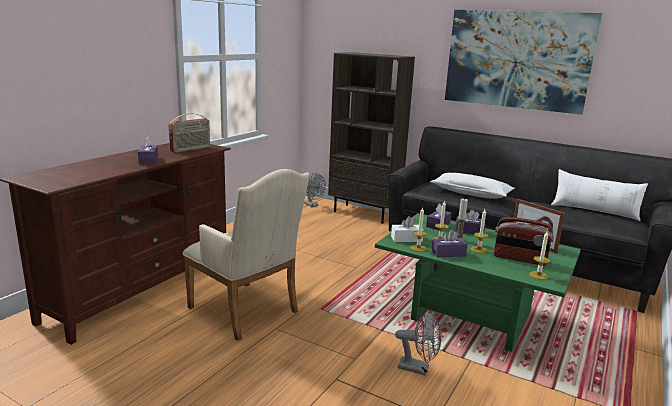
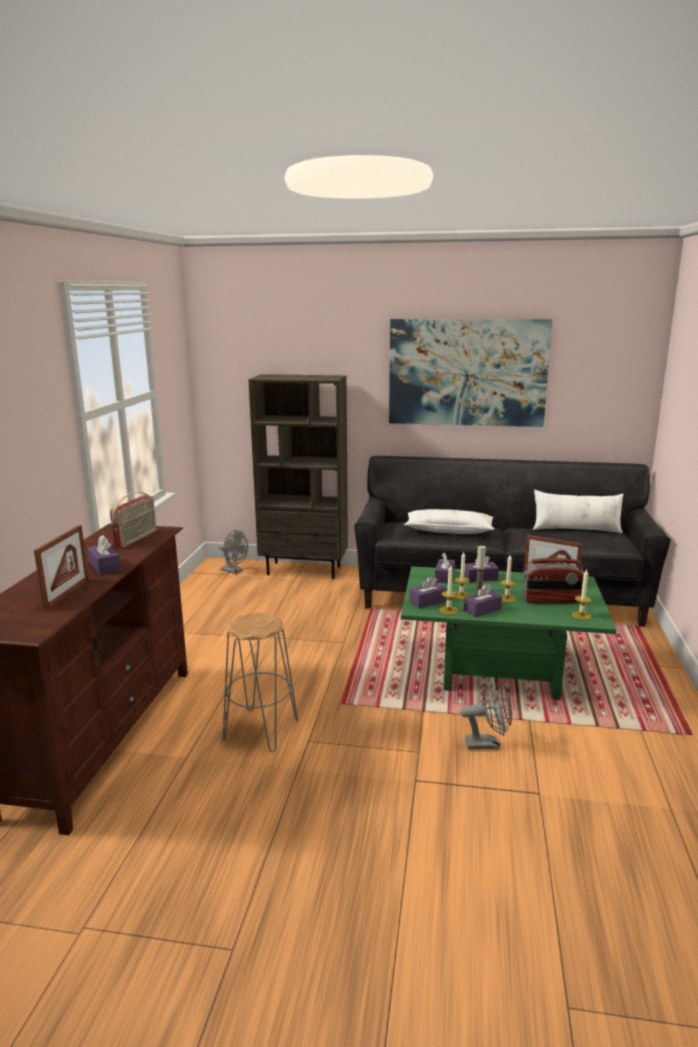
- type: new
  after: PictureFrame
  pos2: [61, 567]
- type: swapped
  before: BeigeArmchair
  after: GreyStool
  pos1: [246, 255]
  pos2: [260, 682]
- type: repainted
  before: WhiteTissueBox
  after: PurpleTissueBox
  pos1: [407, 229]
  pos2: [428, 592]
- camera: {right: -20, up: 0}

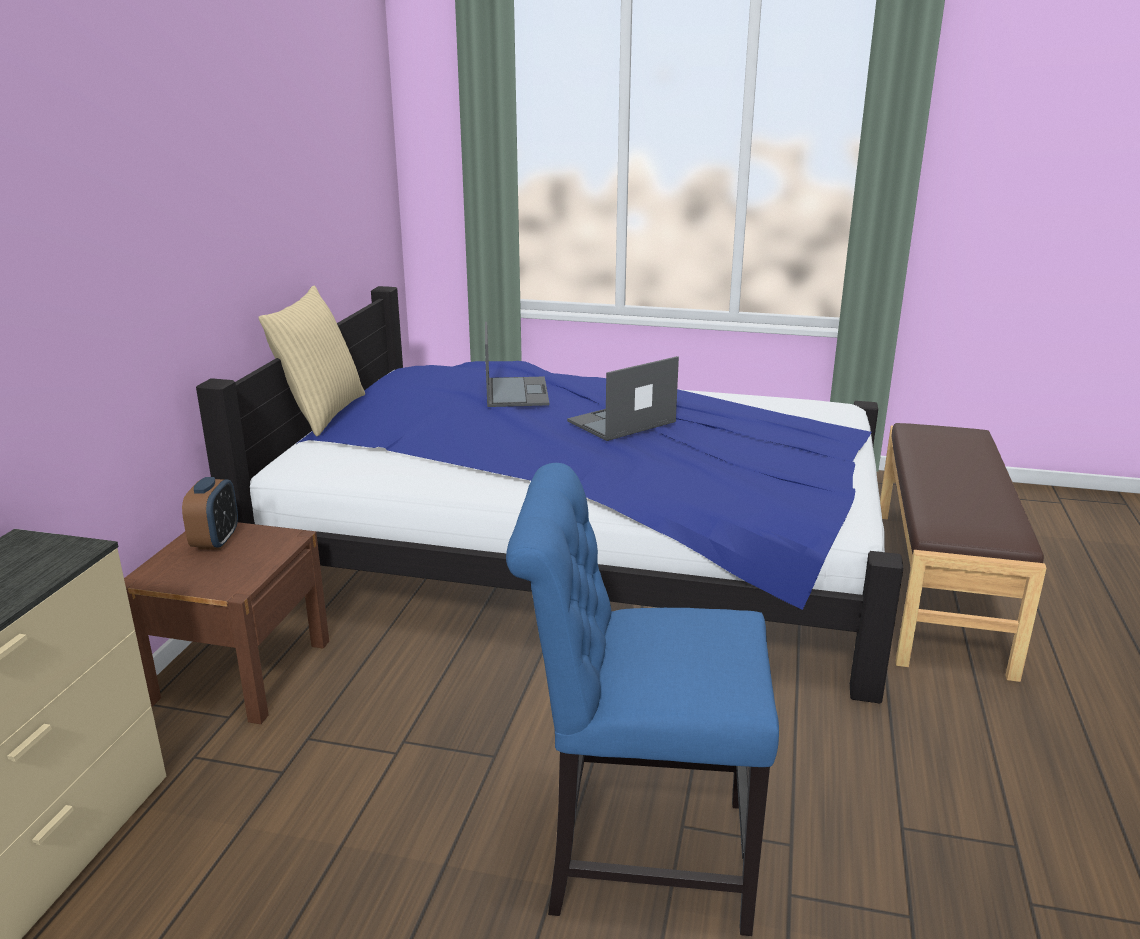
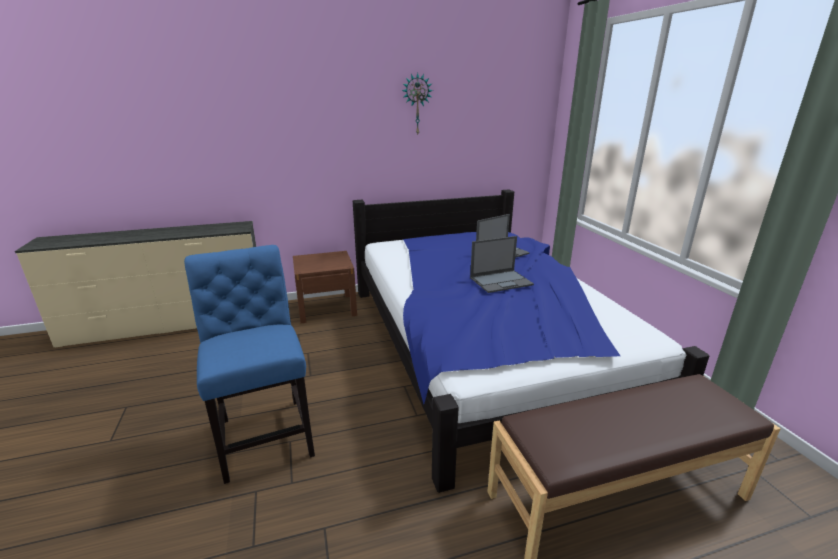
- type: gone
  before: AlarmClock
  pos1: [210, 513]
- type: gone
  before: BeigePillow
  pos1: [311, 361]
- type: new
  after: WallClock
  pos2: [417, 104]
- type: rotated
  before: Laptop
  pos1: [623, 398]
  pos2: [502, 264]
  turn: 135
- camera: {right: 60, up: 0}

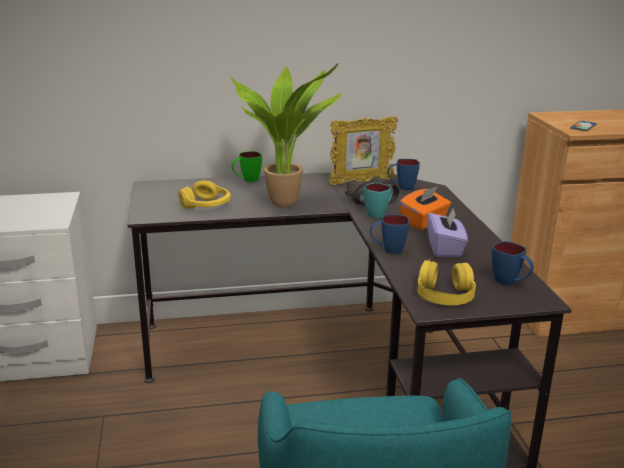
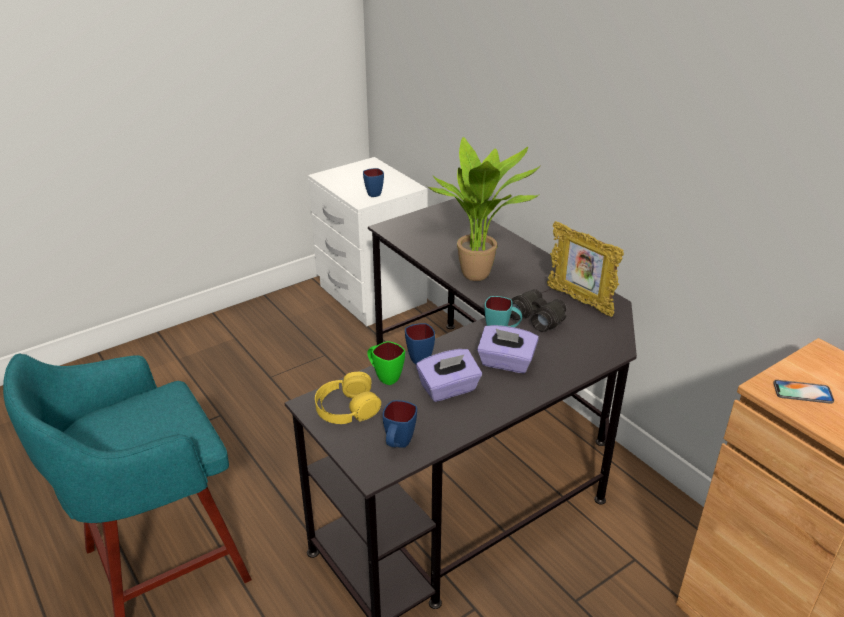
- type: gone
  before: YellowHeadphones
  pos1: [204, 194]
- type: shifted
  before: GreenMug
  pos1: [247, 166]
  pos2: [386, 363]
- type: shifted
  before: BlueMug
  pos1: [403, 174]
  pos2: [373, 182]
- type: repainted
  before: OrangeTissueBox
  after: PurpleTissueBox
  pos1: [425, 208]
  pos2: [508, 349]
- camera: {right: 65, up: 10}

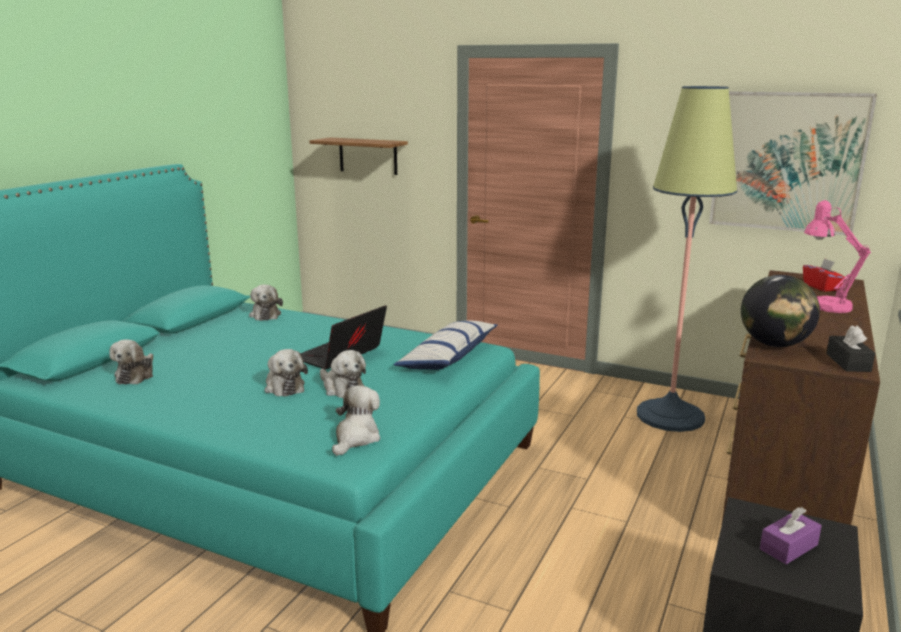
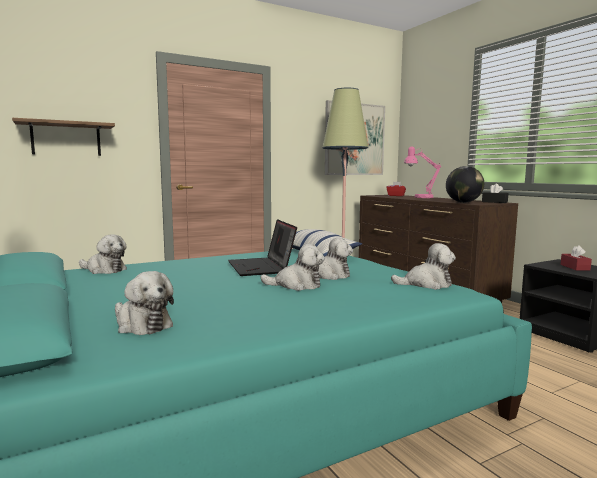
- type: repainted
  before: PurpleTissueBox
  after: RedTissueBox
  pos1: [791, 535]
  pos2: [576, 258]
- type: rotated
  before: PlushToy
  pos1: [356, 421]
  pos2: [423, 266]
  turn: 120
- camera: {right: -55, up: -10}

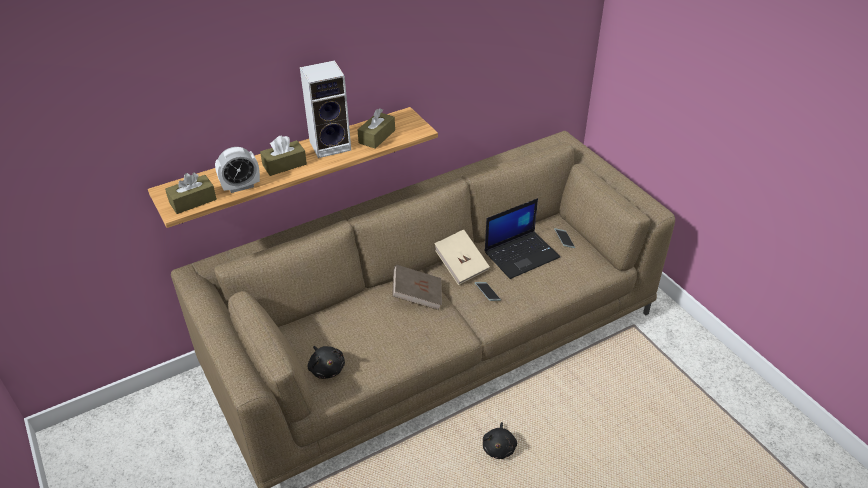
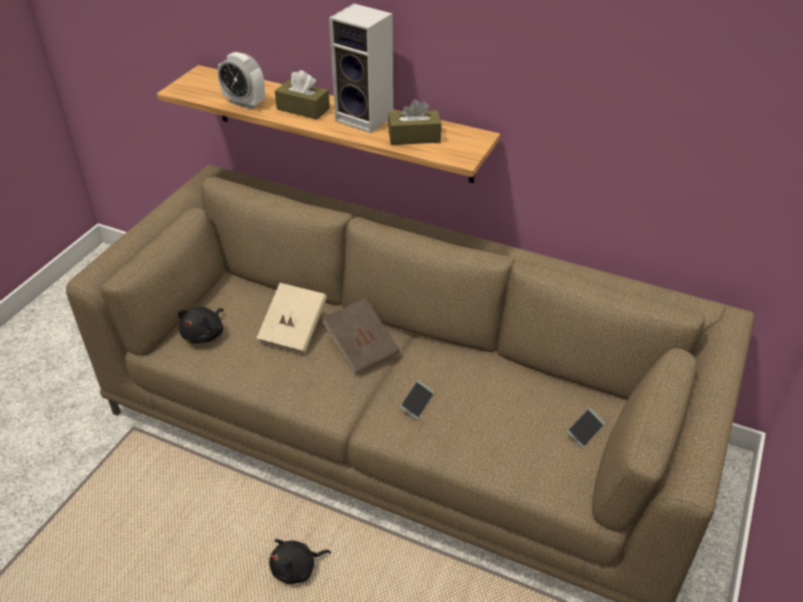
- type: gone
  before: BrownTissueBox
  pos1: [191, 193]
- type: gone
  before: Laptop
  pos1: [522, 238]
- type: shifted
  before: BeigeBook
  pos1: [462, 257]
  pos2: [291, 318]
- camera: {right: 55, up: 0}

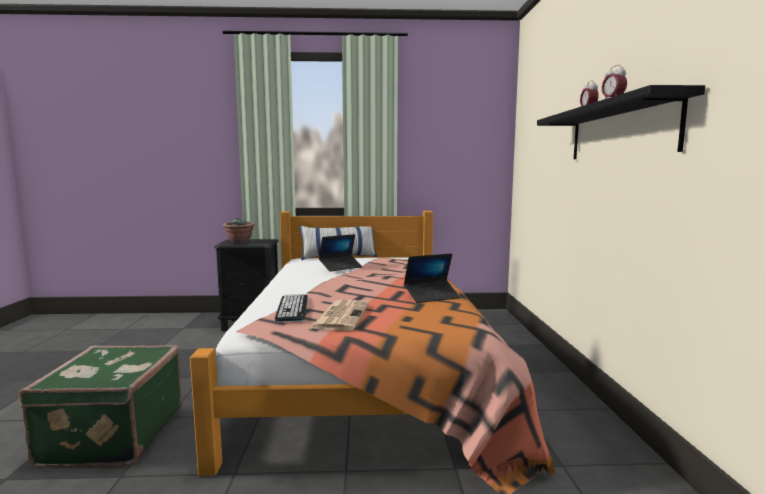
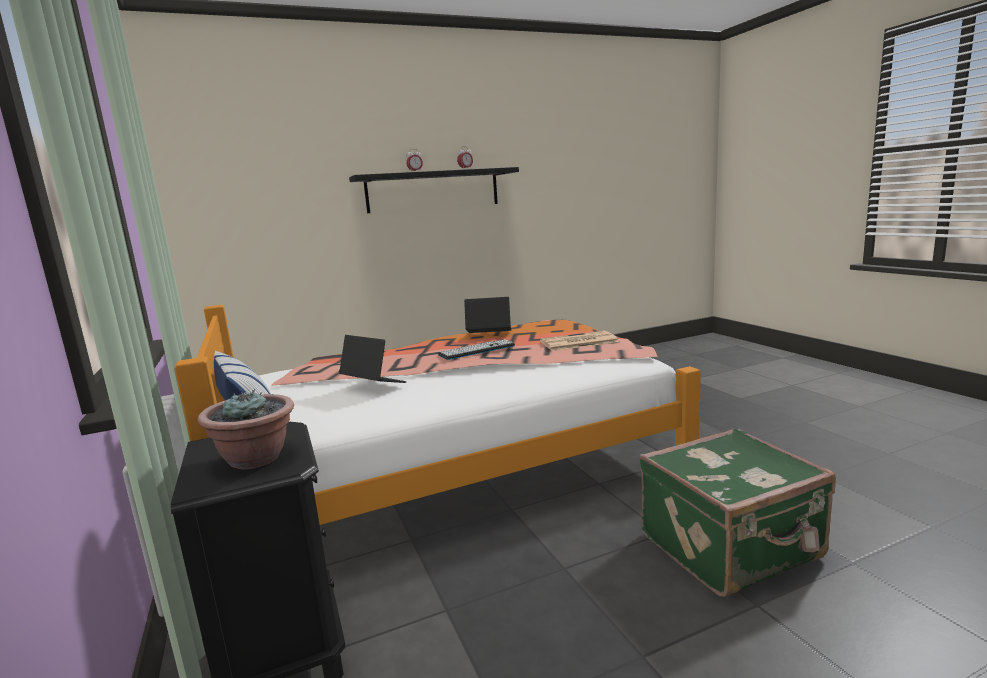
- type: shifted
  before: Keyboard
  pos1: [291, 308]
  pos2: [476, 349]
- type: rotated
  before: Laptop
  pos1: [432, 278]
  pos2: [488, 315]
  turn: -45
- camera: {right: -110, up: 5}

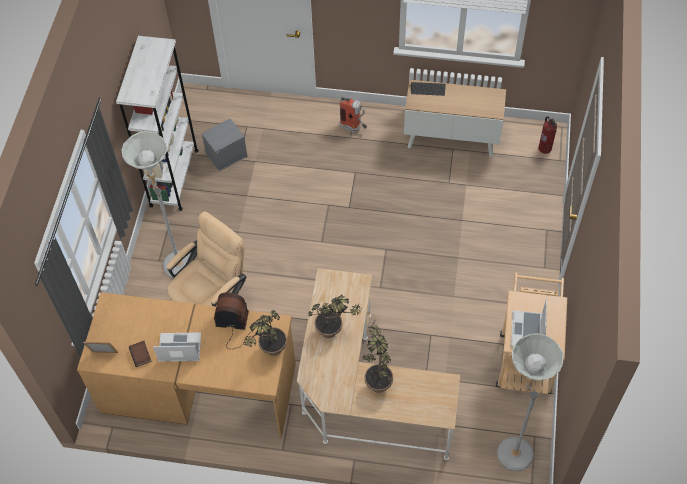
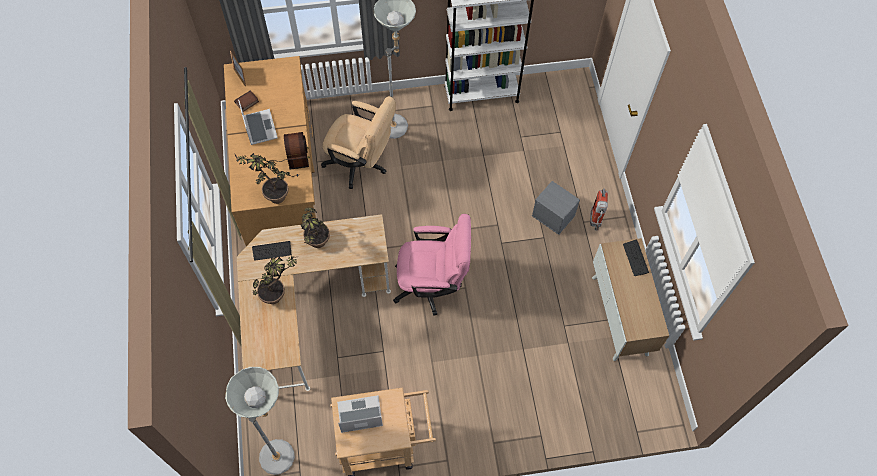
- type: gone
  before: FireExtinguisher
  pos1: [547, 135]
- type: new
  after: Keyboard
  pos2: [271, 251]
- type: new
  after: PinkOfficeChair
  pos2: [432, 265]
- type: shifted
  before: GreyStorageBox
  pos1: [224, 144]
  pos2: [556, 208]
- camera: {right: 70, up: 5}

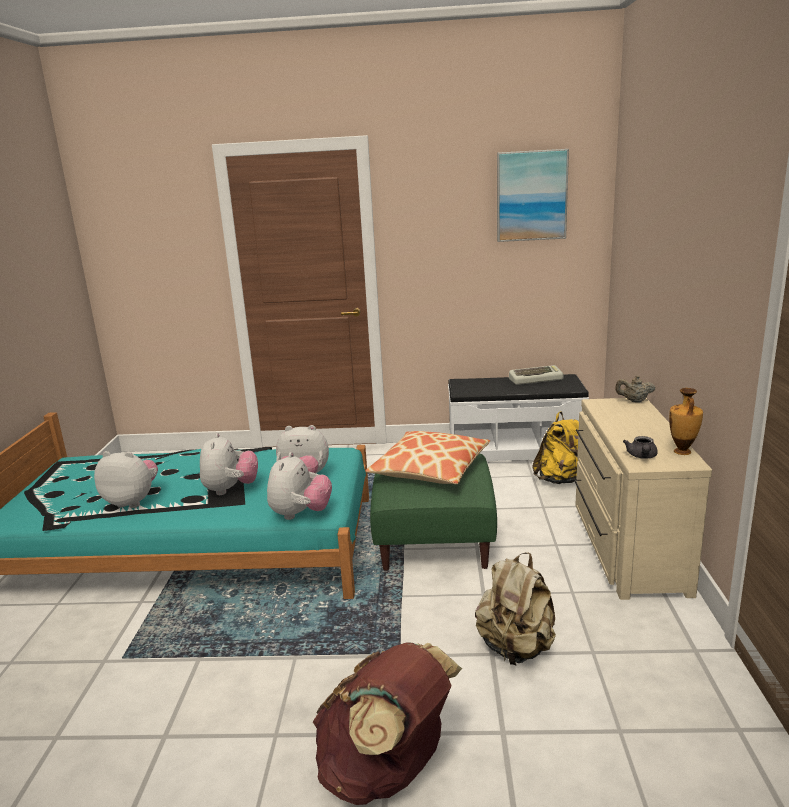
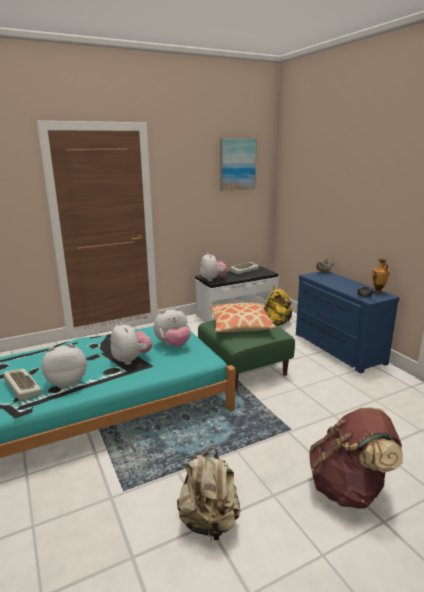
- type: new
  after: Keyboard
  pos2: [22, 384]
- type: shifted
  before: PlushToy
  pos1: [299, 486]
  pos2: [213, 266]
- type: shifted
  before: BeigeBackpack
  pos1: [515, 609]
  pos2: [209, 494]
- type: repainted
  before: BeigeDresser
  after: BlueDresser
  pos1: [643, 499]
  pos2: [348, 322]
- camera: {right: -30, up: 0}

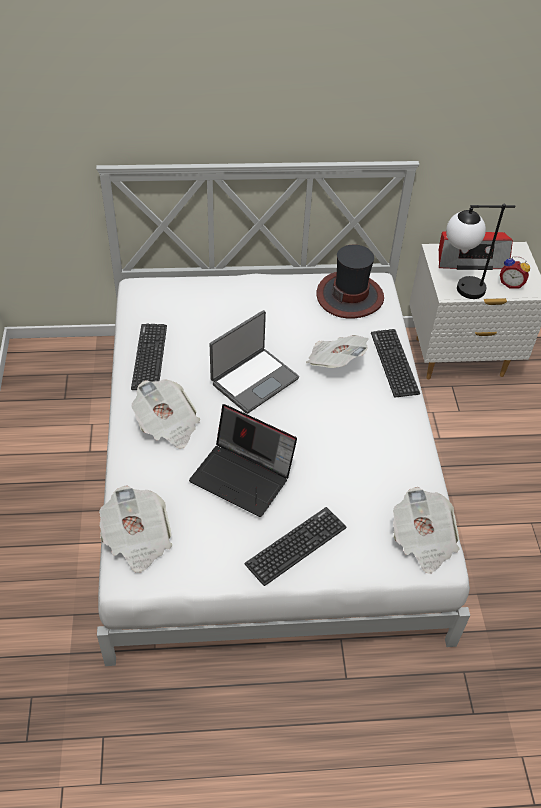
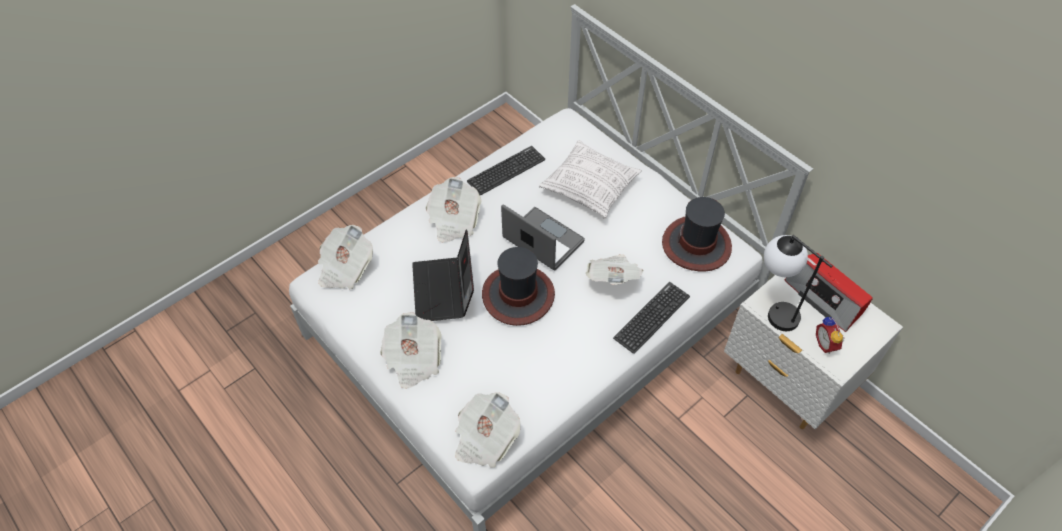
- type: new
  after: Hat
  pos2: [518, 286]
- type: new
  after: Pillow
  pos2: [590, 179]
- type: swapped
  before: Keyboard
  after: Newspaper
  pos1: [296, 546]
  pos2: [411, 350]
- type: rotated
  before: Laptop
  pos1: [254, 362]
  pos2: [543, 237]
  turn: -150
- camera: {right: 55, up: 5}

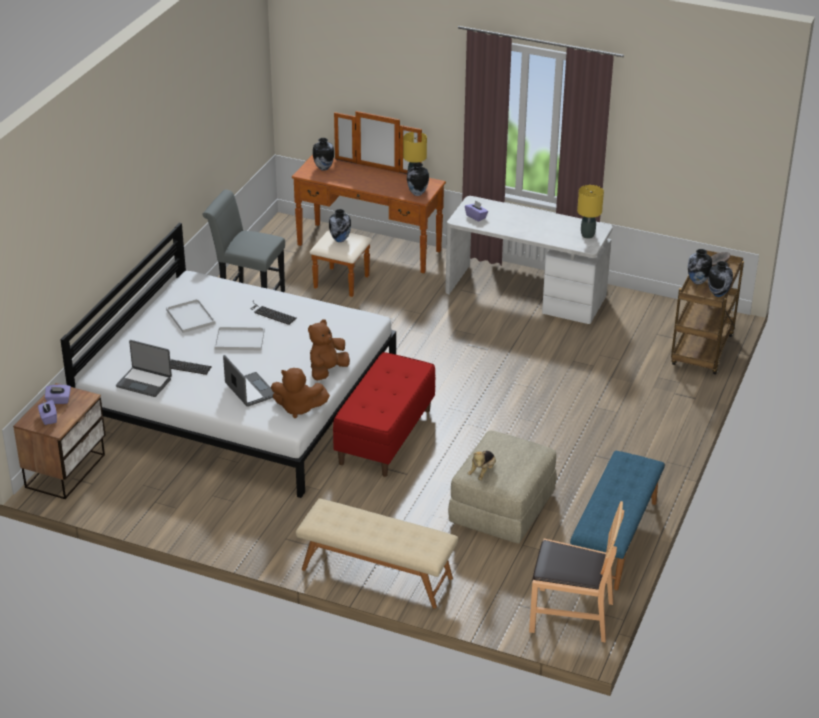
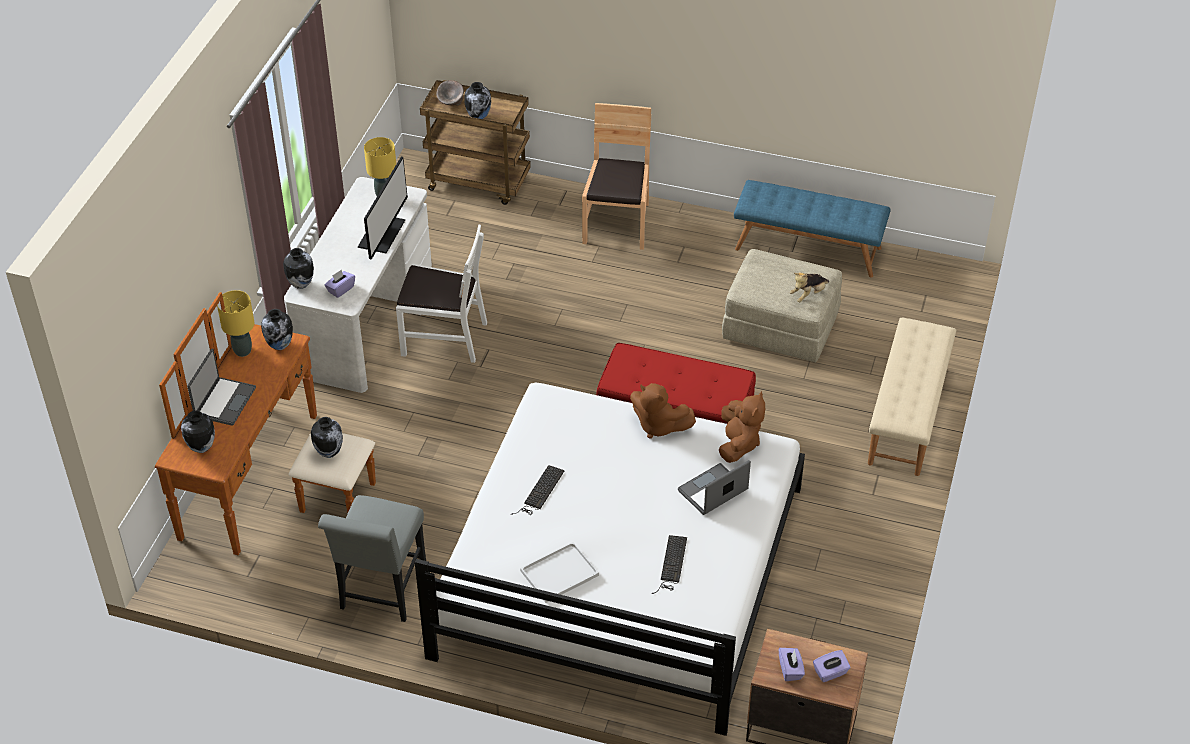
- type: gone
  before: WhiteTray
  pos1: [239, 338]
- type: new
  after: Monitor
  pos2: [383, 208]
- type: new
  after: WhiteChair
  pos2: [441, 293]
- type: shifted
  before: Laptop
  pos1: [144, 368]
  pos2: [221, 387]
- type: shifted
  before: BrownChair
  pos1: [576, 572]
  pos2: [616, 176]
- type: shifted
  before: Vase
  pos1: [720, 279]
  pos2: [298, 268]
- type: rotated
  before: PlushToy
  pos1: [482, 465]
  pos2: [809, 287]
  turn: 120
- camera: {right: -95, up: 10}

